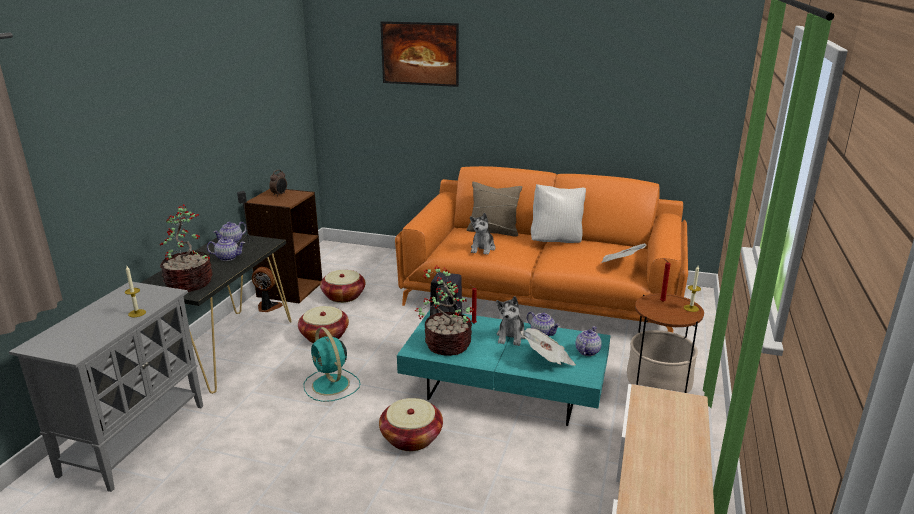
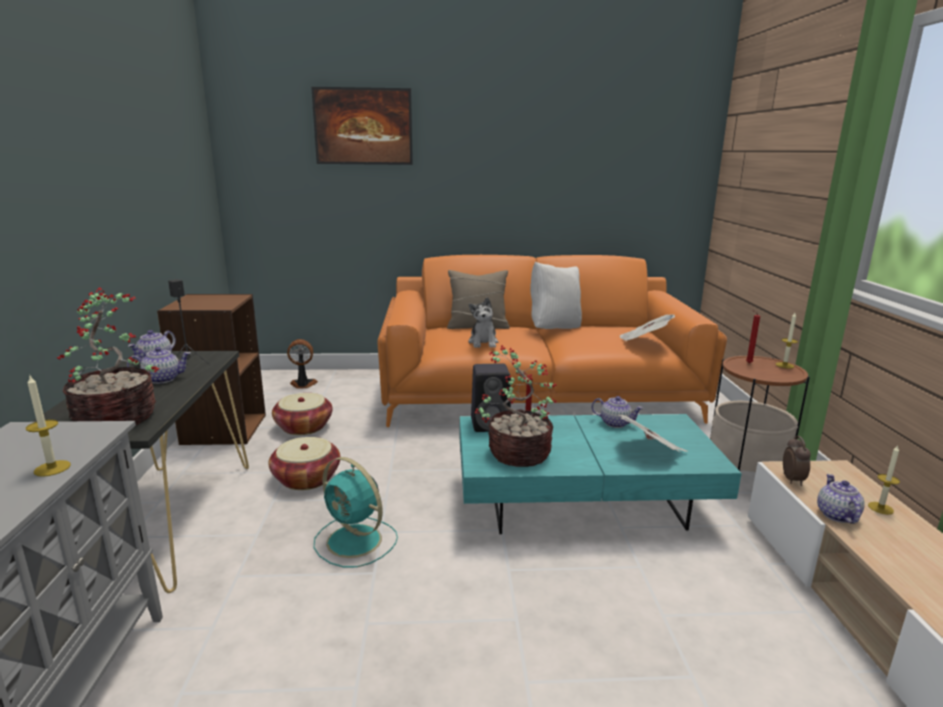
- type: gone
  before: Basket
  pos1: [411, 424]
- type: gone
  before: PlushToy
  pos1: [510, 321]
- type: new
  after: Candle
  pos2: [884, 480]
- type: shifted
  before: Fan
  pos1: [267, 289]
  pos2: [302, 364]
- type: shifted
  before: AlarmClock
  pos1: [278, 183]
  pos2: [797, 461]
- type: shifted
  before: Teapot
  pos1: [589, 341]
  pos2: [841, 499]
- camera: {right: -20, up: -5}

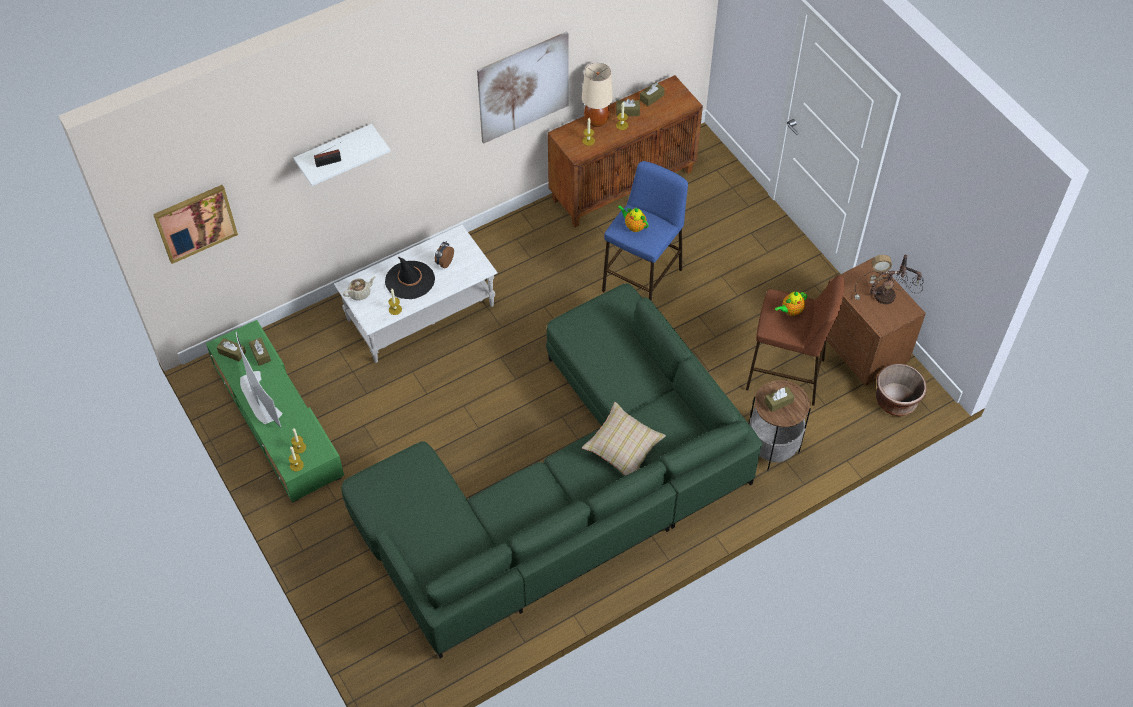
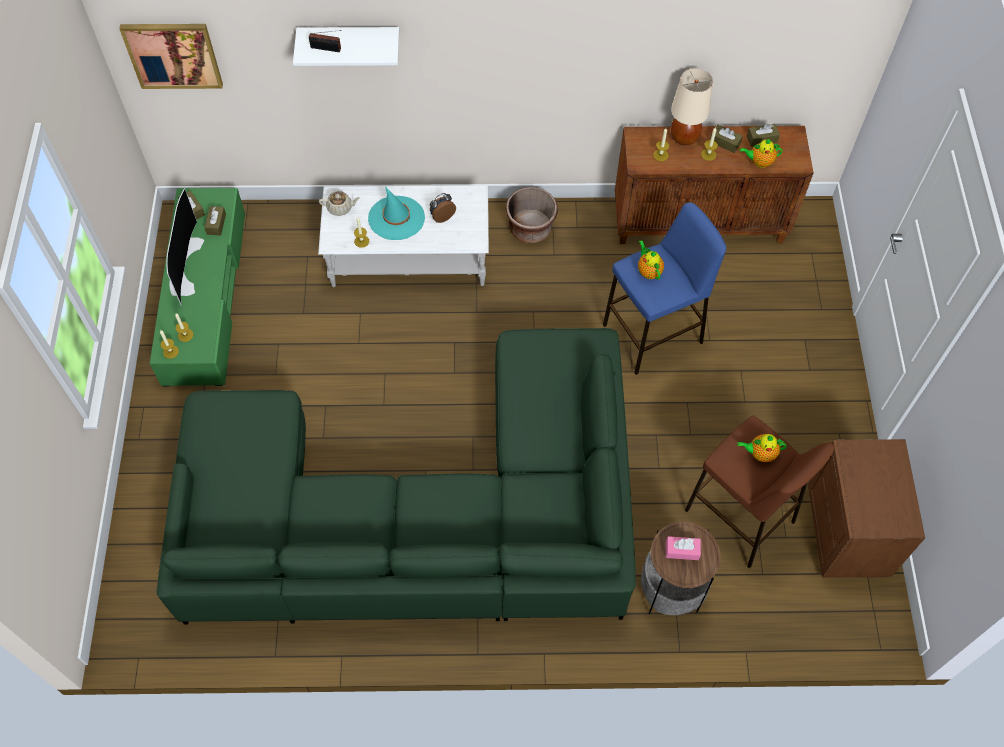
- type: gone
  before: Picture
  pos1: [523, 87]
- type: gone
  before: BeigePillow
  pos1: [624, 439]
- type: gone
  before: TableLamp
  pos1: [889, 279]
- type: new
  after: Teapot
  pos2: [761, 153]
- type: shifted
  before: BrownPlanter
  pos1: [901, 390]
  pos2: [532, 215]
- type: repainted
  before: BlackHat
  after: TurquoiseHat
  pos1: [410, 277]
  pos2: [396, 213]
- type: repainted
  before: BrownTissueBox
  after: PinkTissueBox
  pos1: [779, 399]
  pos2: [683, 548]
- camera: {right: 30, up: 5}

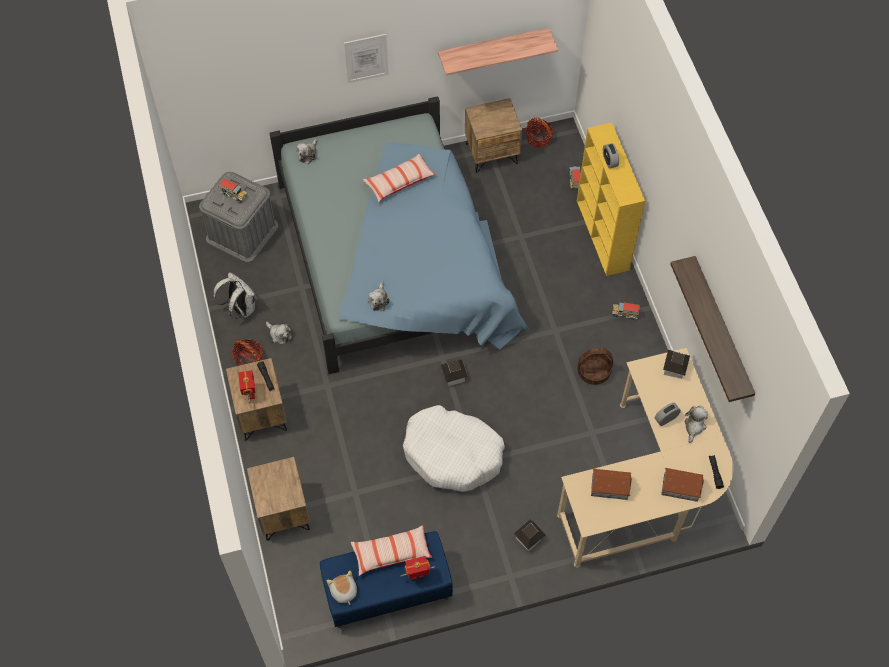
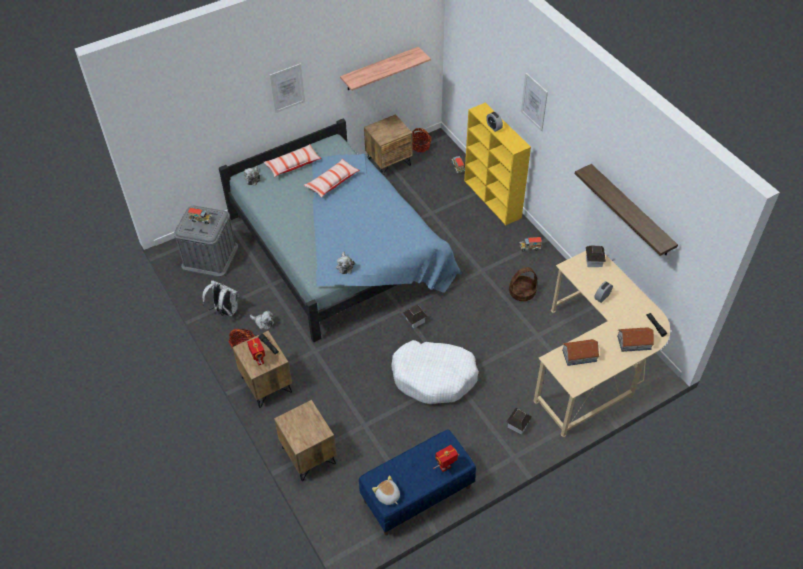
- type: gone
  before: PlushToy
  pos1: [696, 424]
- type: new
  after: Picture
  pos2: [534, 102]
- type: shifted
  before: Pillow
  pos1: [391, 550]
  pos2: [293, 160]
- camera: {right: -15, up: -10}

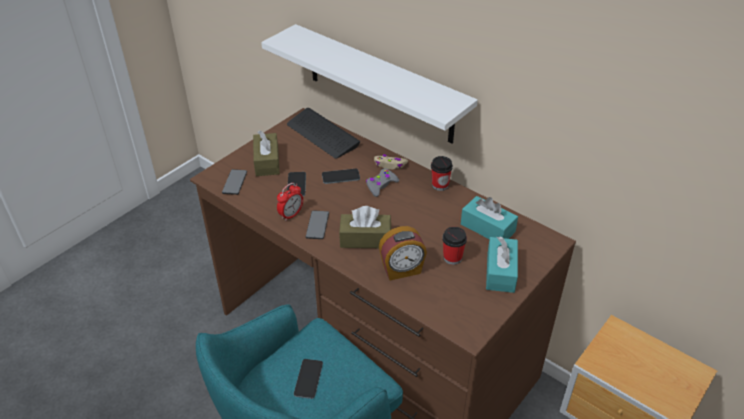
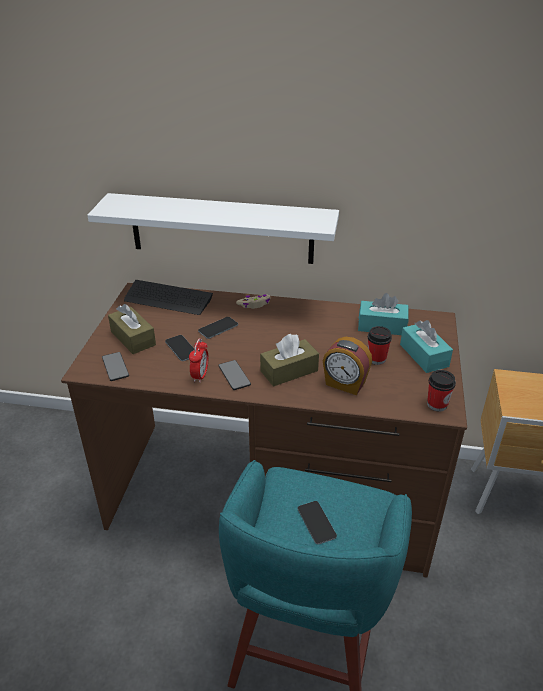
- type: gone
  before: GreyGameController
  pos1: [382, 183]
- type: shifted
  before: Cup
  pos1: [442, 173]
  pos2: [441, 391]
- type: rotated
  before: AlarmClock
  pos1: [403, 253]
  pos2: [347, 366]
  turn: 75
- camera: {right: -30, up: -5}

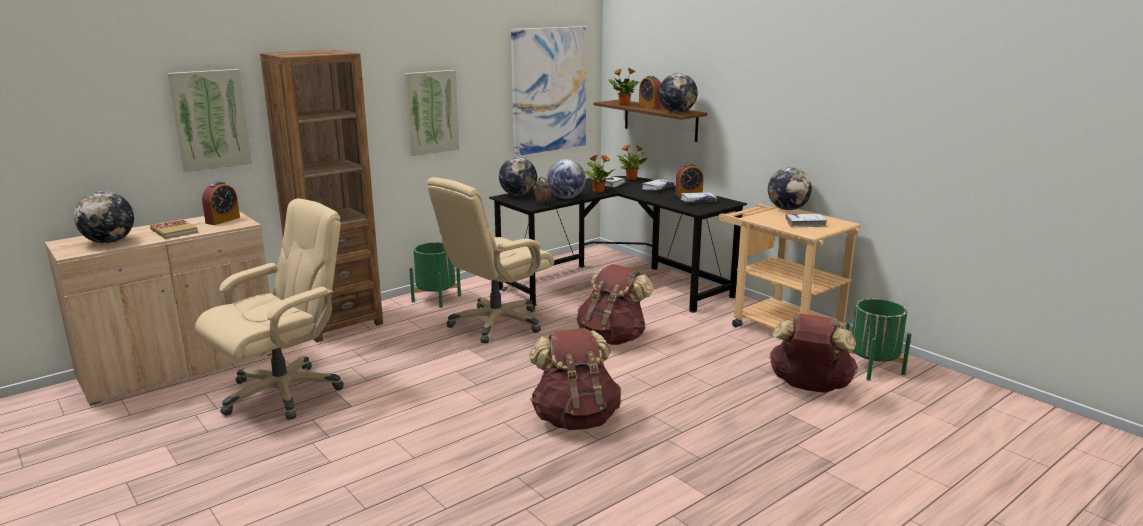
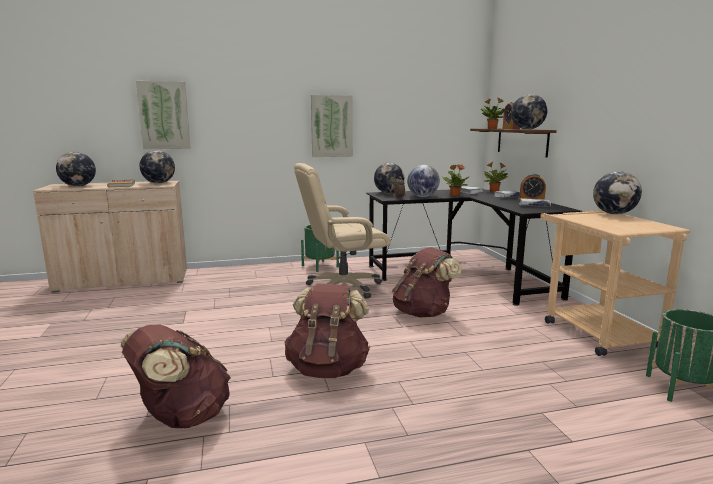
- type: gone
  before: BeigeOfficeChair
  pos1: [269, 309]
- type: gone
  before: BrownBookcase
  pos1: [321, 196]
- type: gone
  before: Picture
  pos1: [548, 91]
- type: gone
  before: WhiteBook
  pos1: [806, 220]
- type: shifted
  before: BrownBackpack
  pos1: [813, 353]
  pos2: [176, 376]
- type: swapped
  before: AlarmClock
  after: Globe
  pos1: [221, 203]
  pos2: [157, 166]
- camera: {right: 25, up: -5}

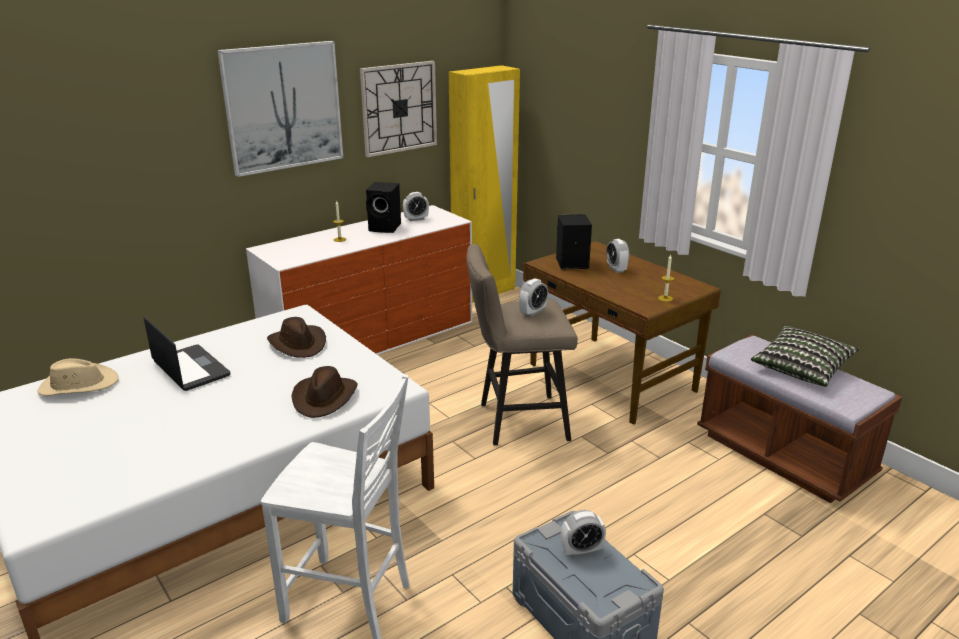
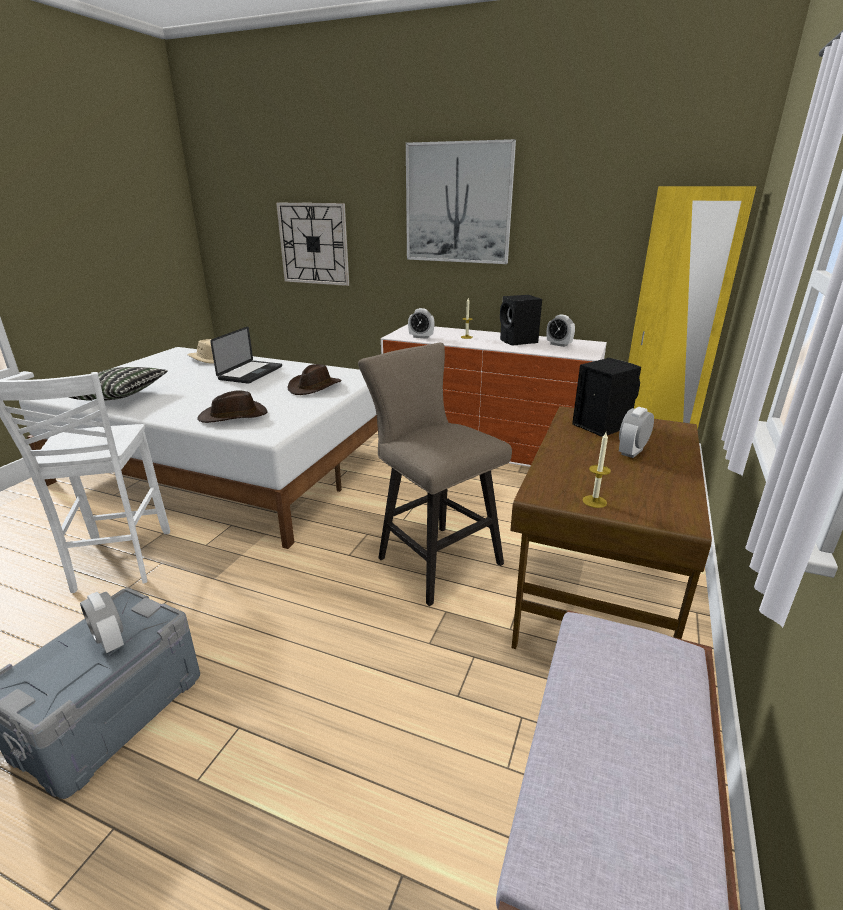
- type: shifted
  before: WallClock
  pos1: [398, 109]
  pos2: [312, 244]
- type: shifted
  before: AlarmClock
  pos1: [533, 297]
  pos2: [421, 323]
- type: shifted
  before: Pillow
  pos1: [805, 356]
  pos2: [118, 384]
- camera: {right: 60, up: 0}

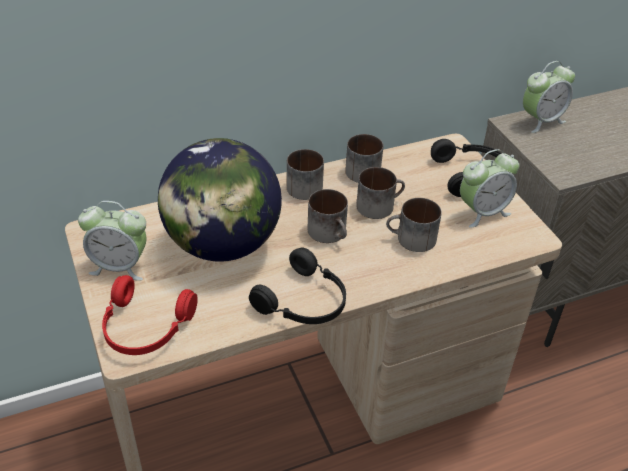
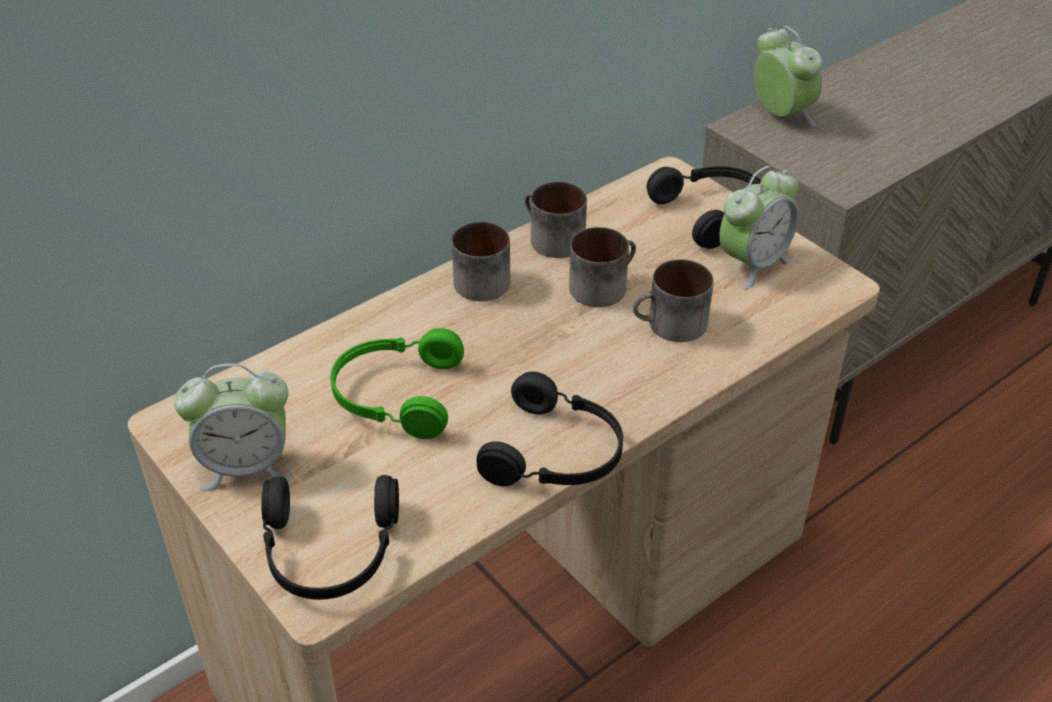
- type: gone
  before: Mug
  pos1: [328, 216]
- type: swapped
  before: Globe
  after: GreenHeadphones
  pos1: [220, 199]
  pos2: [397, 383]
- type: repainted
  before: RedHeadphones
  after: BlackHeadphones
  pos1: [150, 315]
  pos2: [330, 537]
- type: rotated
  before: AlarmClock
  pos1: [549, 97]
  pos2: [787, 76]
  turn: -75
- camera: {right: -15, up: 0}

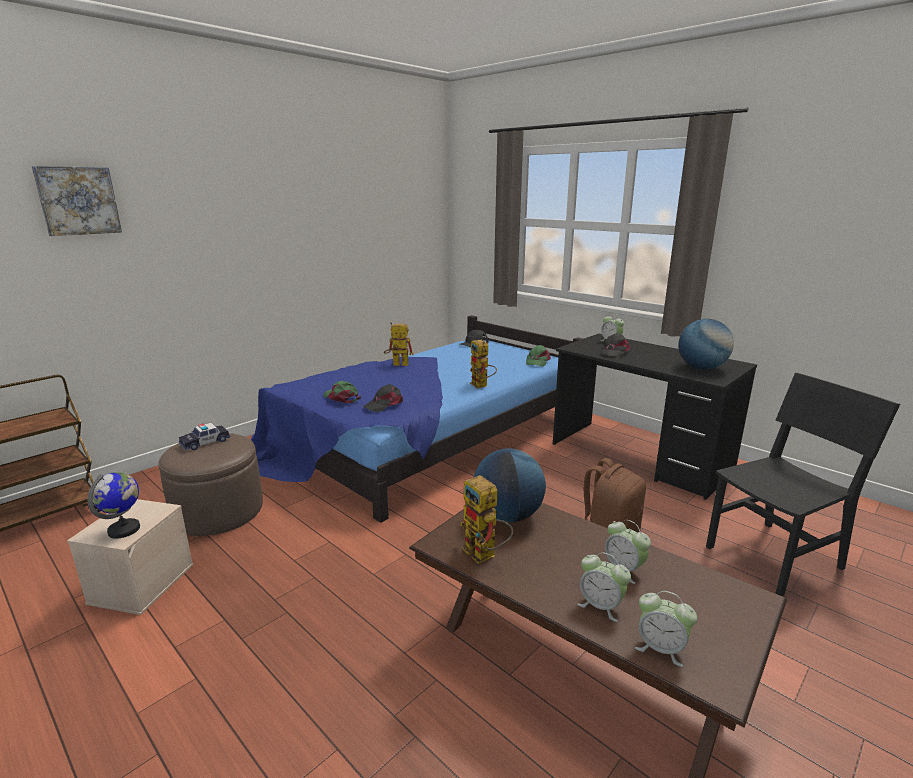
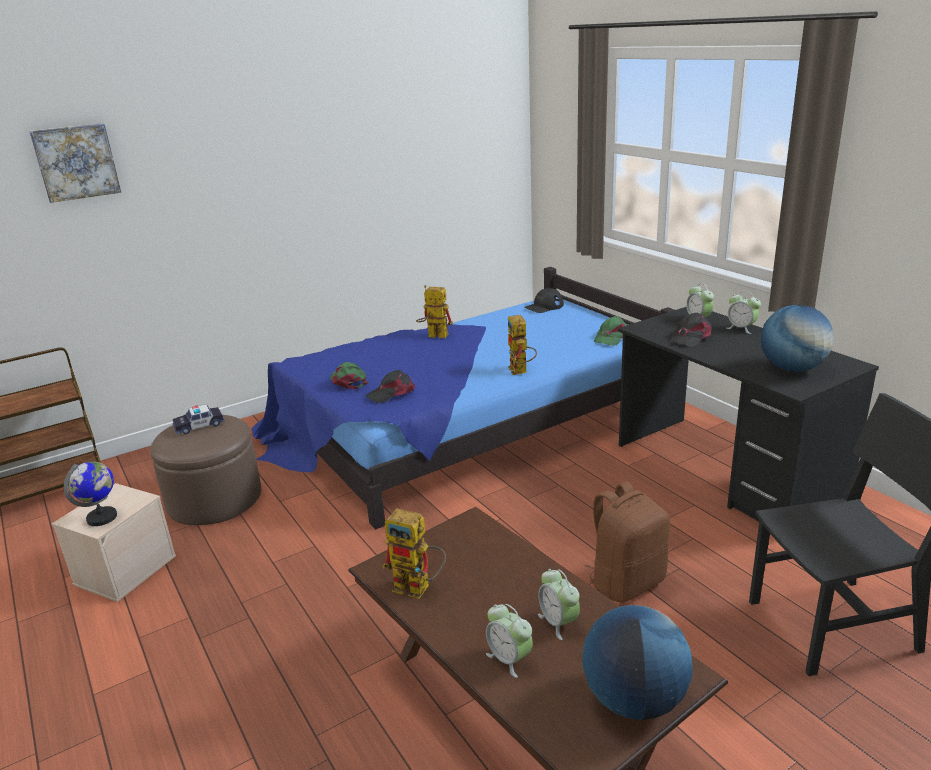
- type: shifted
  before: Globe
  pos1: [509, 485]
  pos2: [637, 662]
- type: shifted
  before: AlarmClock
  pos1: [666, 629]
  pos2: [743, 312]
- type: rotated
  before: ToyRobot
  pos1: [486, 519]
  pos2: [414, 553]
  turn: -45
- camera: {right: 15, up: 5}

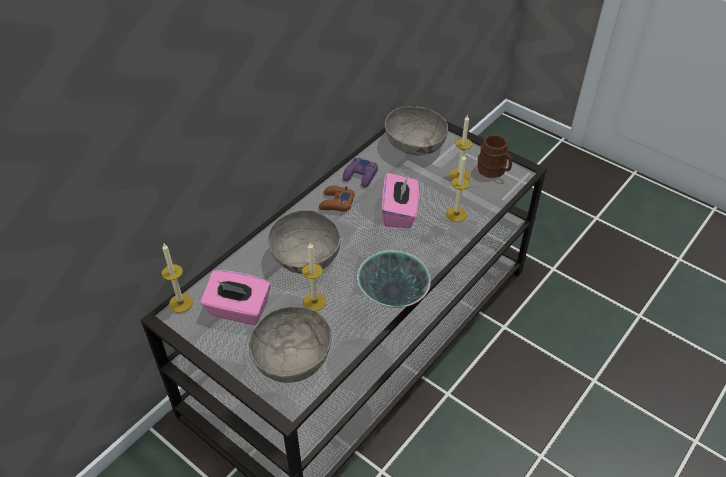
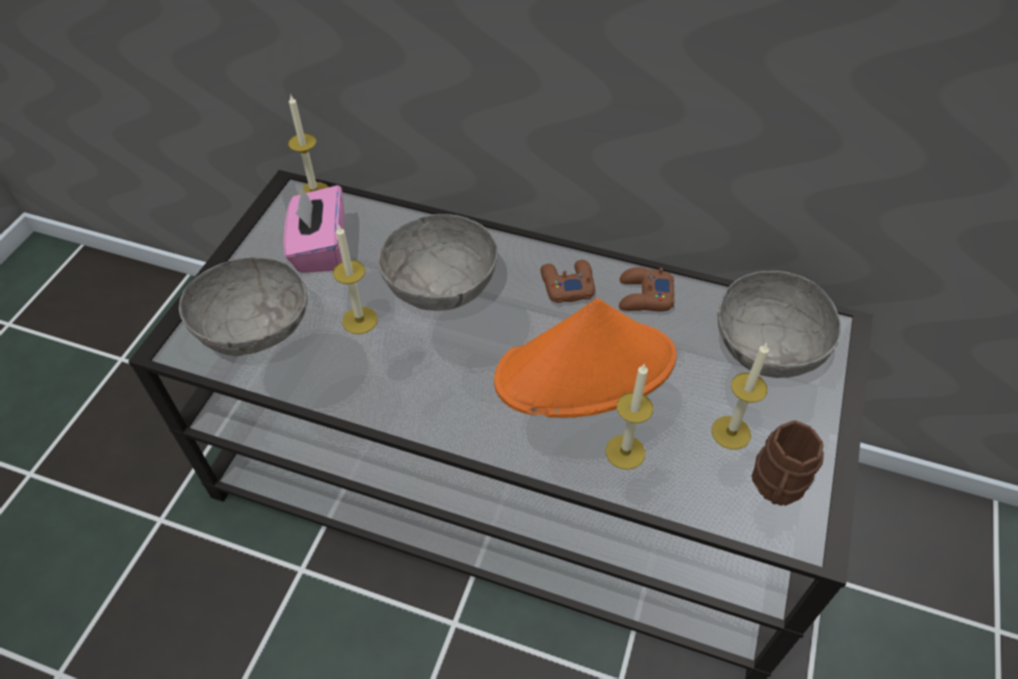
- type: gone
  before: Bowl
  pos1: [394, 279]
- type: swapped
  before: PinkTissueBox
  after: OrangeHat
  pos1: [400, 200]
  pos2: [585, 358]
- type: repainted
  before: PurpleGameController
  after: BrownGameController
  pos1: [360, 172]
  pos2: [647, 289]
- camera: {right: 70, up: 5}

